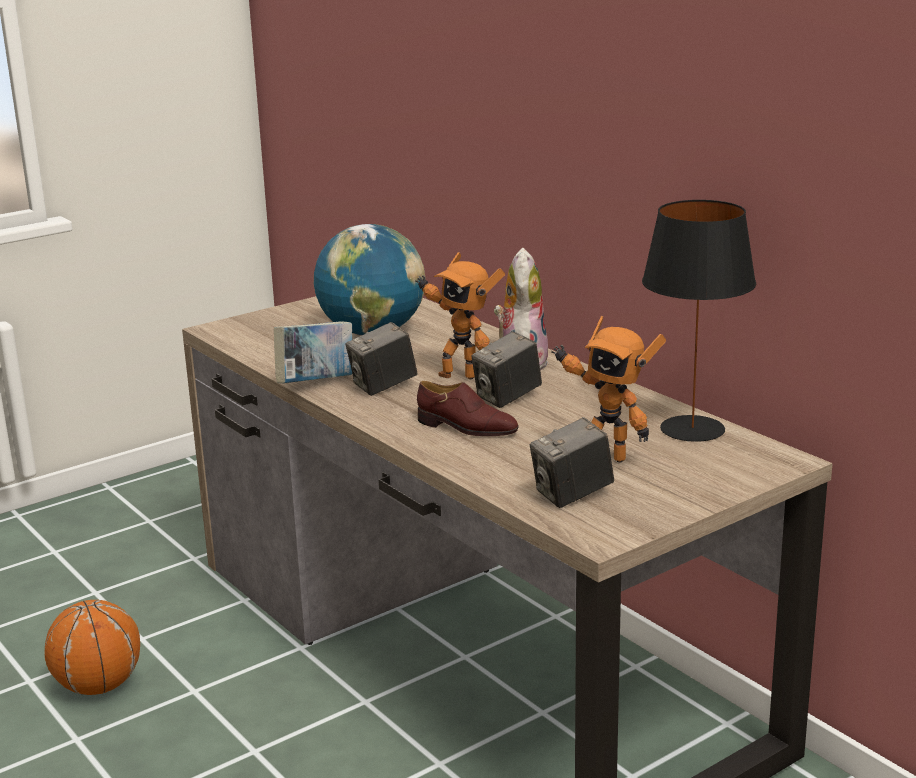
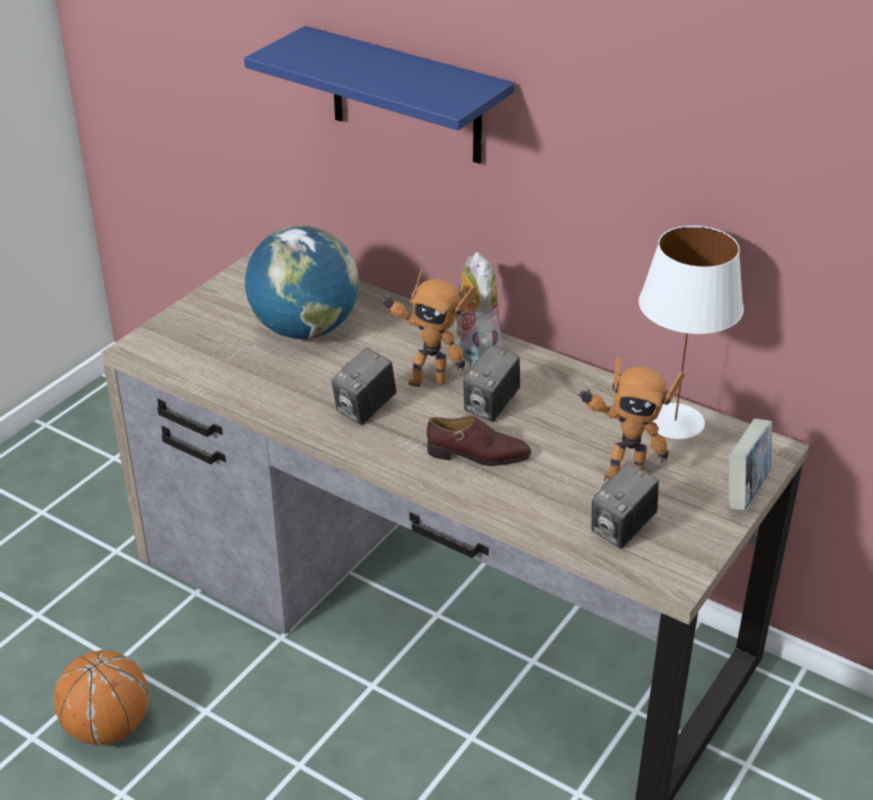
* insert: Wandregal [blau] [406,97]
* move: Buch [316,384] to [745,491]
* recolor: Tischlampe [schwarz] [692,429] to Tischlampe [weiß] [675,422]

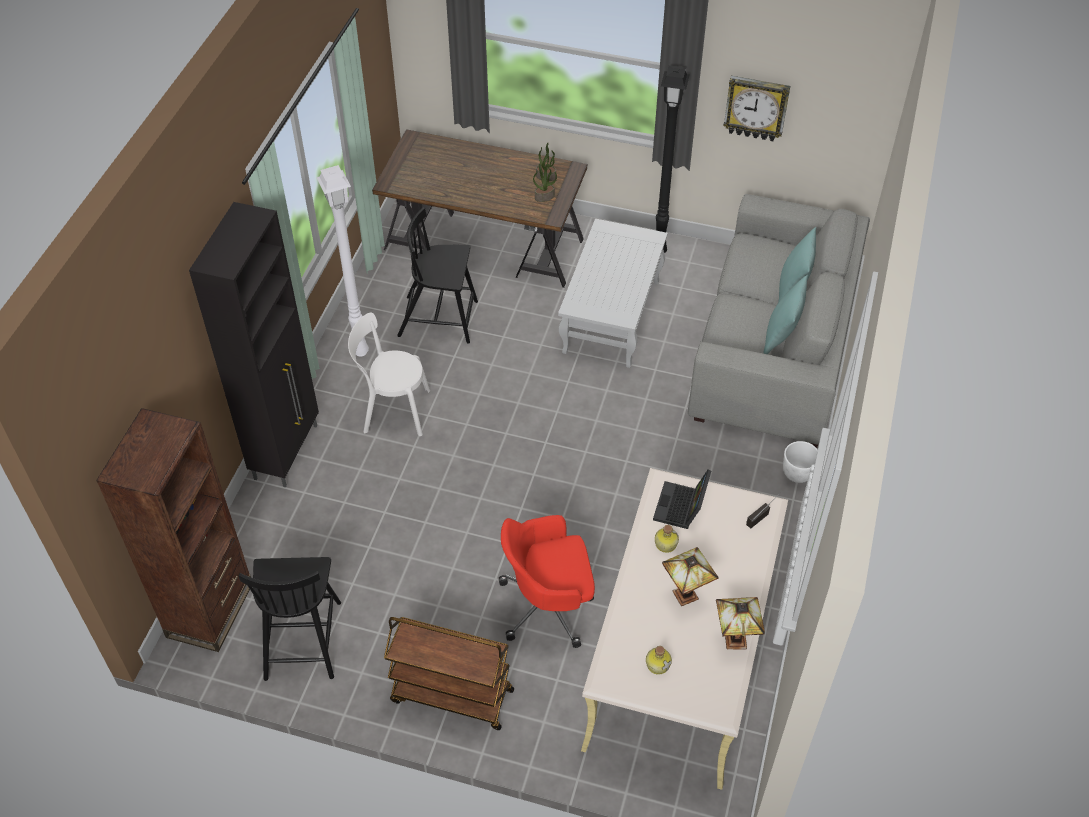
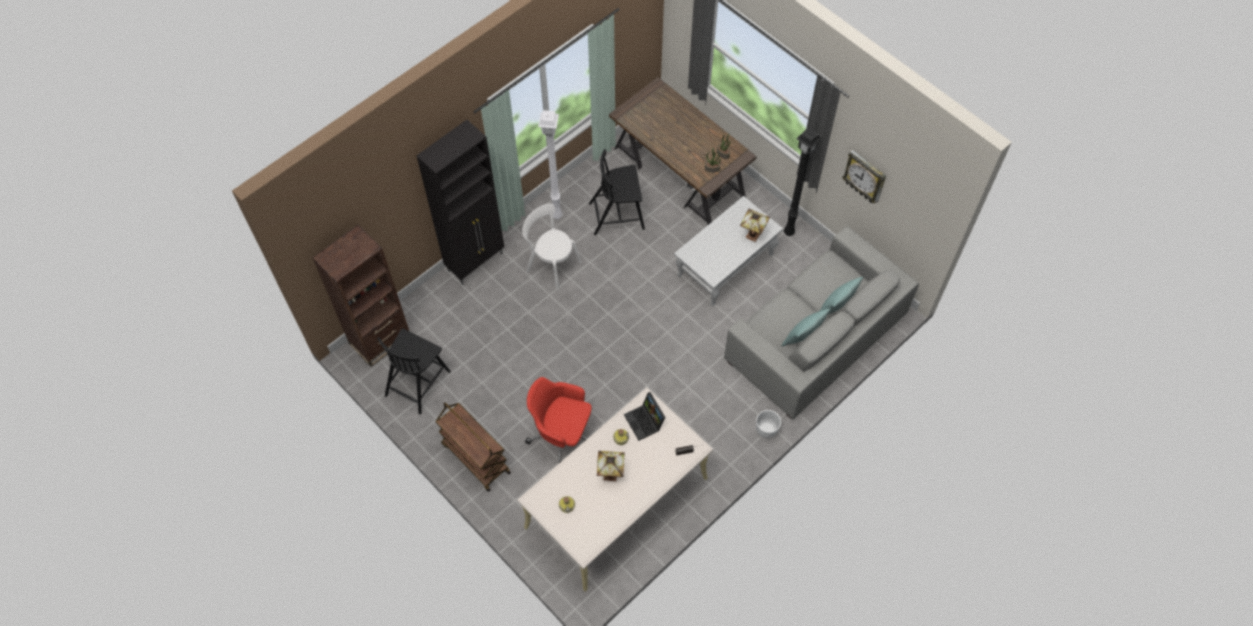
* move: Tischlampe [734,641] to [751,236]
* rotate: Stuhl [schwarz] [440,319] = [618,215] 45 degrees counterclockwise
* rotate: Laptop [681,508] = [645,422] 75 degrees counterclockwise

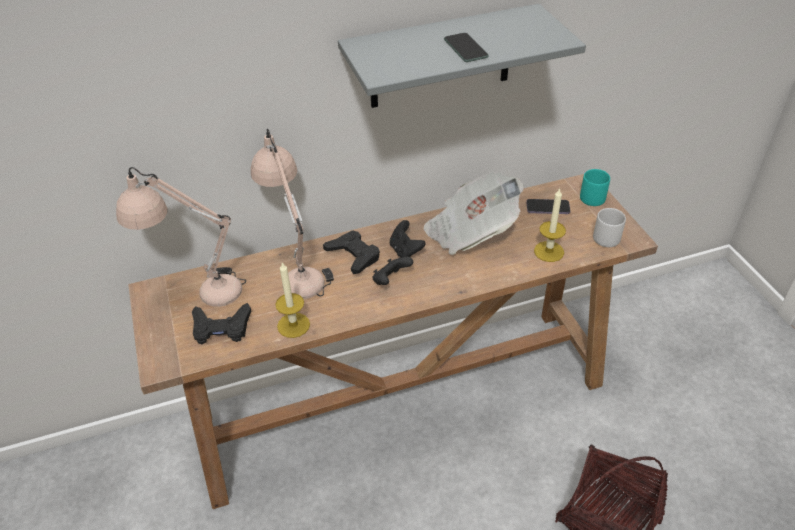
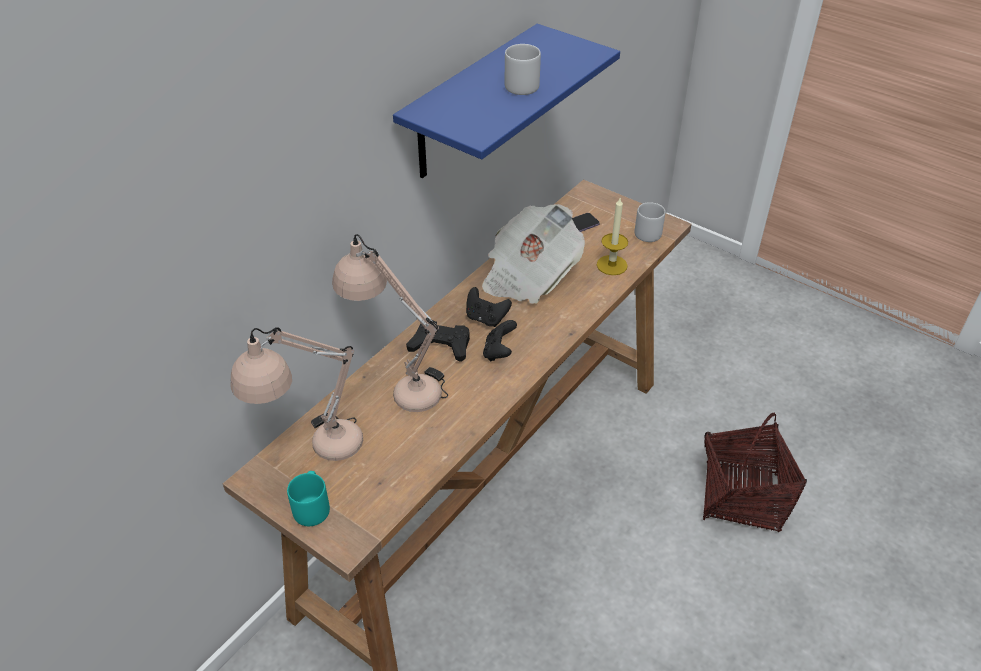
* delete: Gamepad [schwarz] [221,328]
* delete: Kerze [293,325]
* move: Henkelbecher [türkis] [594,196] to [312,507]
* replace: Handy [465,48] to Henkelbecher [grau] [524,85]
* recolor: Wandregal [grau] [440,57] to Wandregal [blau] [470,104]

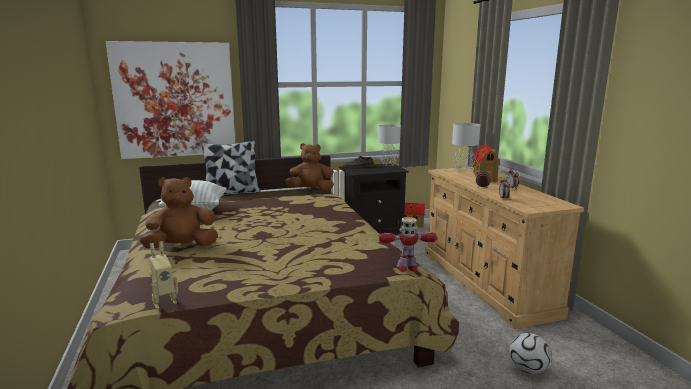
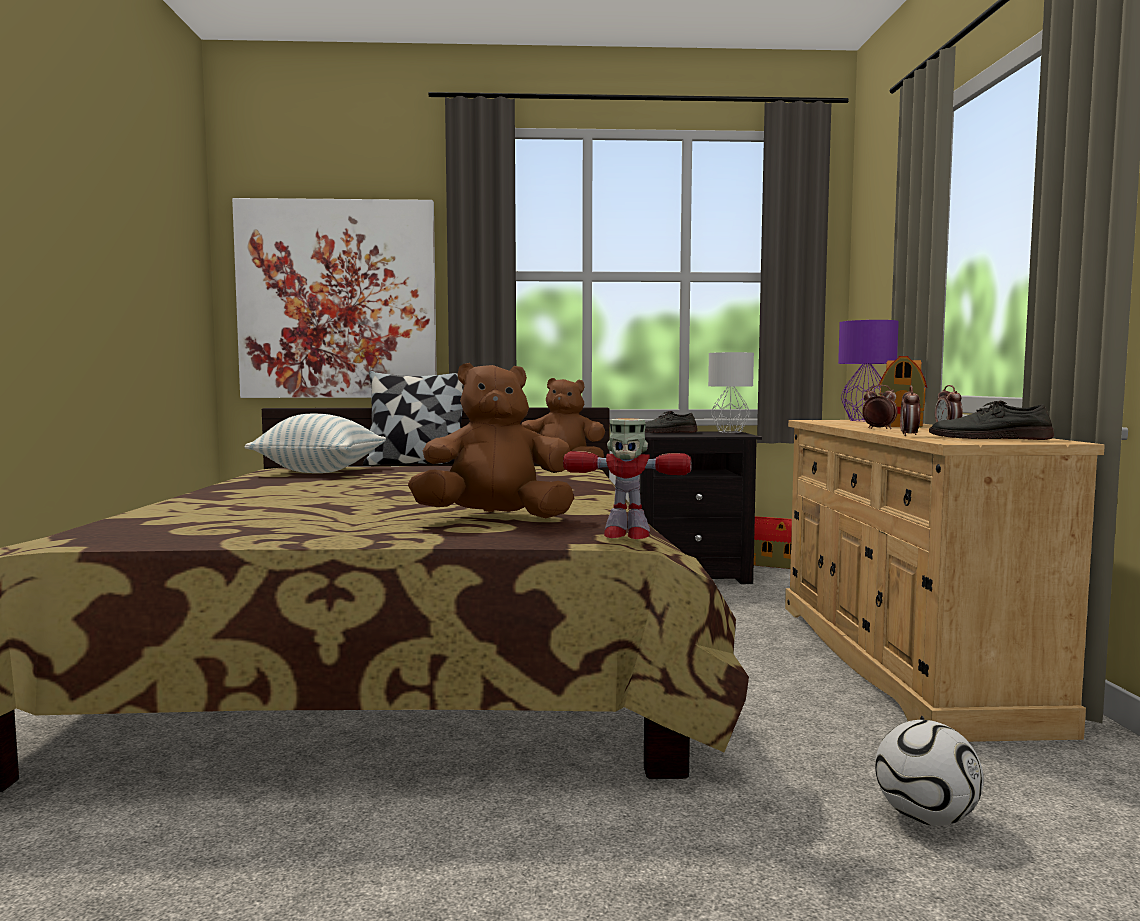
* delete: Spielzeugroboter [164,302]
* insert: Schuh [grau] [989,438]
* move: Plüschtier [braun] [182,247] to [495,519]
* recolor: Tischlampe [grau] [462,170] to Tischlampe [lila] [863,420]

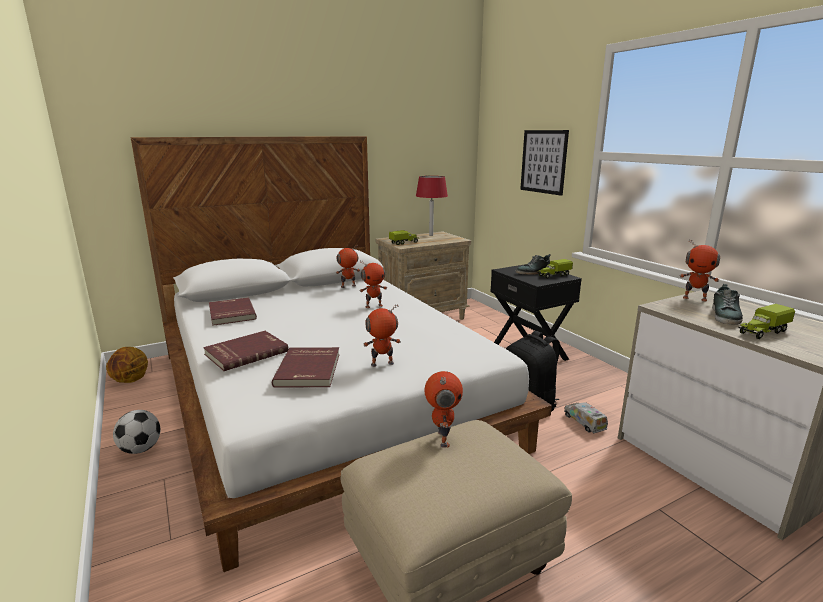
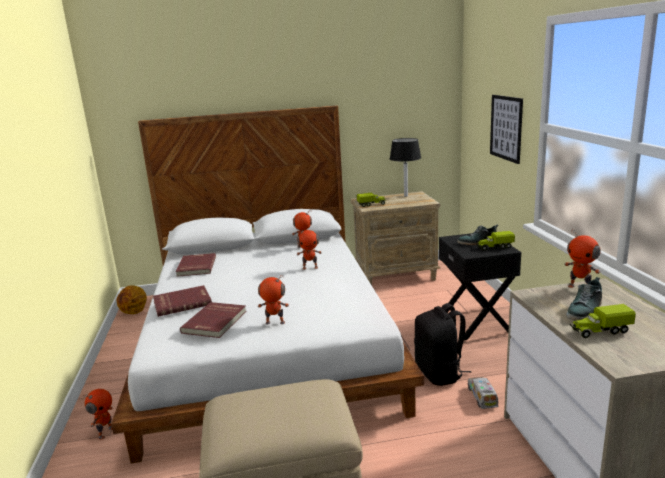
* delete: Fußball [140,449]
* move: Spielzeugroboter [442,438] to [105,432]
* recolor: Tischlampe [rot] [431,235] to Tischlampe [schwarz] [405,196]

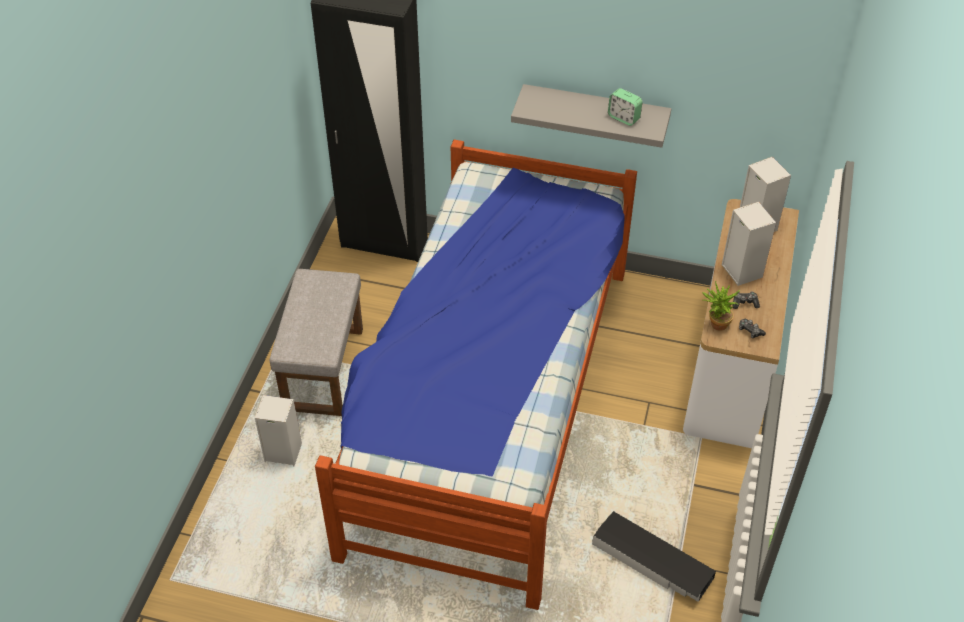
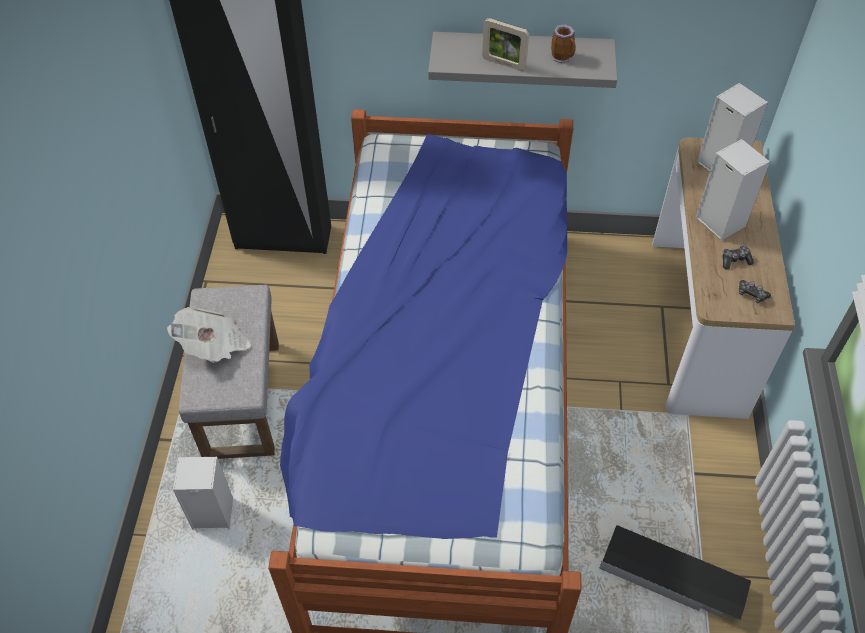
* delete: Topfpflanze [715,324]
* insert: Zeitung [214,345]
* insert: Bilderrahmen [503,63]
* replace: Wecker [623,118] to Henkelbecher [563,57]

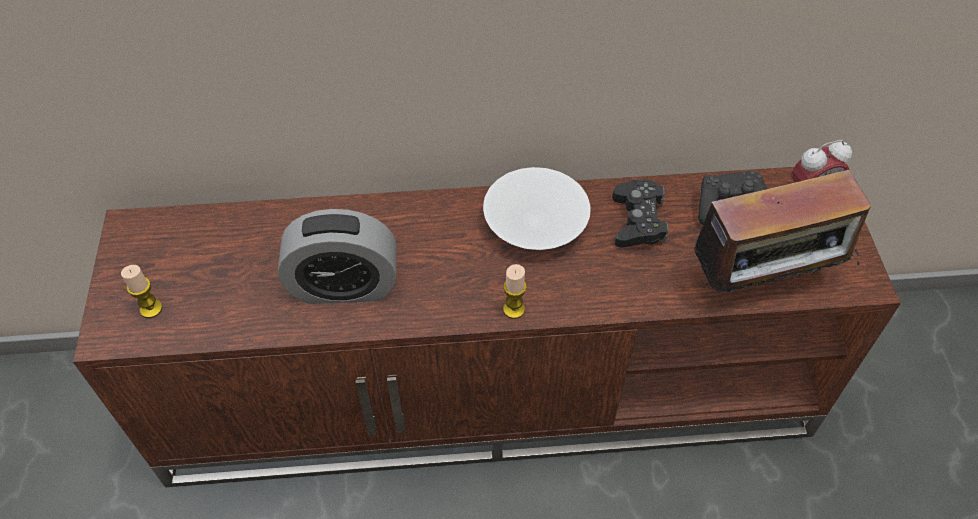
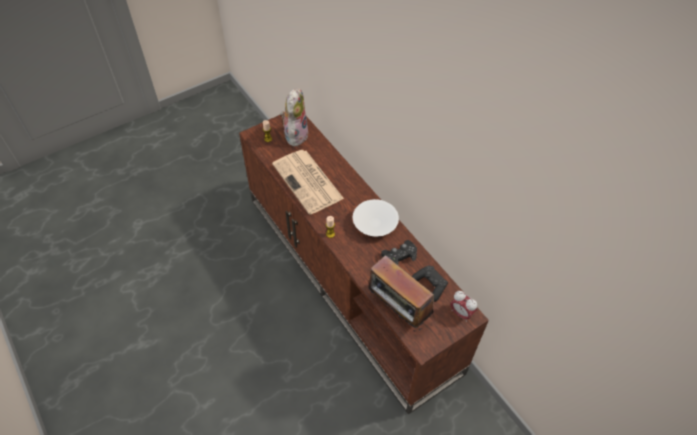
* insert: Plüschtier [295,134]
* replace: Wecker [344,286] to Zeitung [308,182]

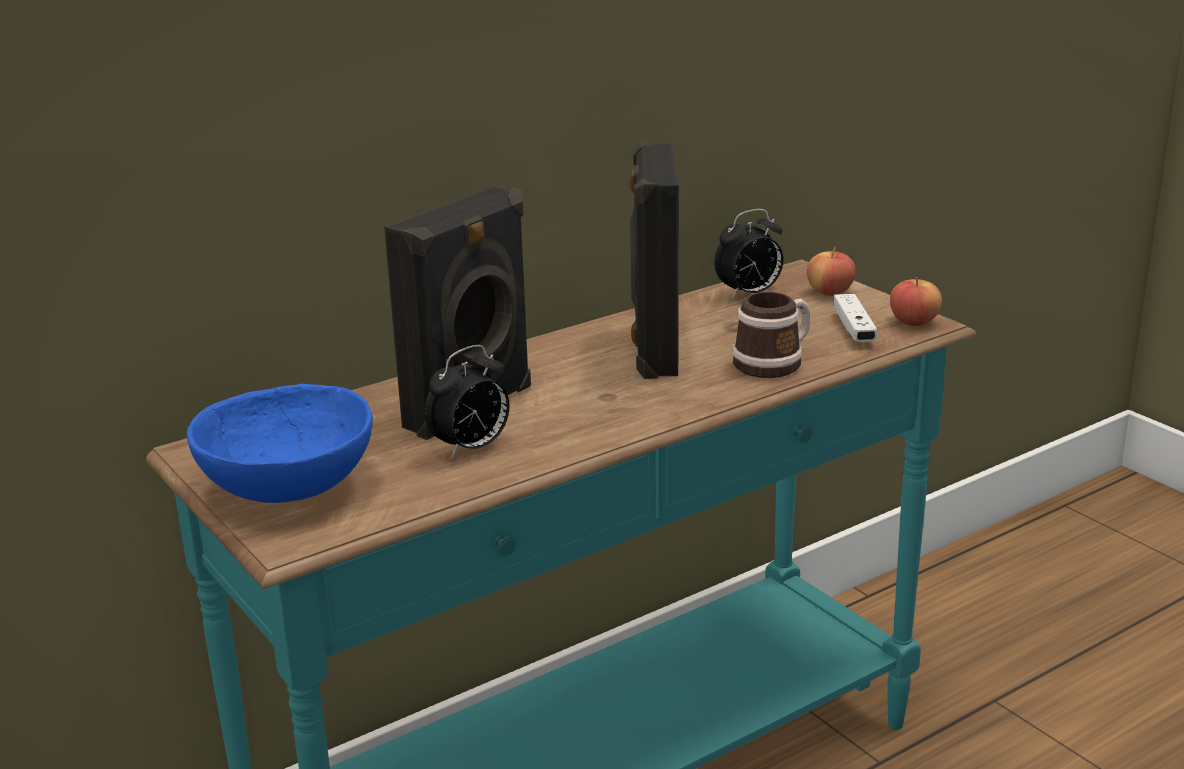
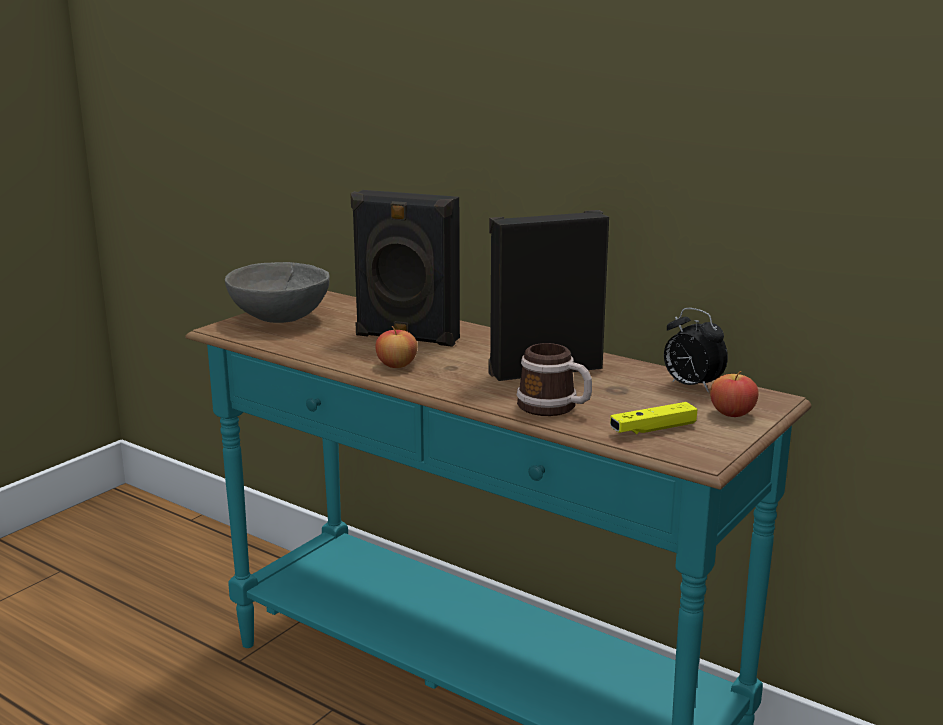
* delete: Wecker [471,448]
* move: Apfel [914,322] to [396,365]
* recolor: Schüssel [blau] [286,489] to Schüssel [grau] [279,318]
* recolor: Gamepad [weiß] [854,329] to Gamepad [gelb] [653,429]

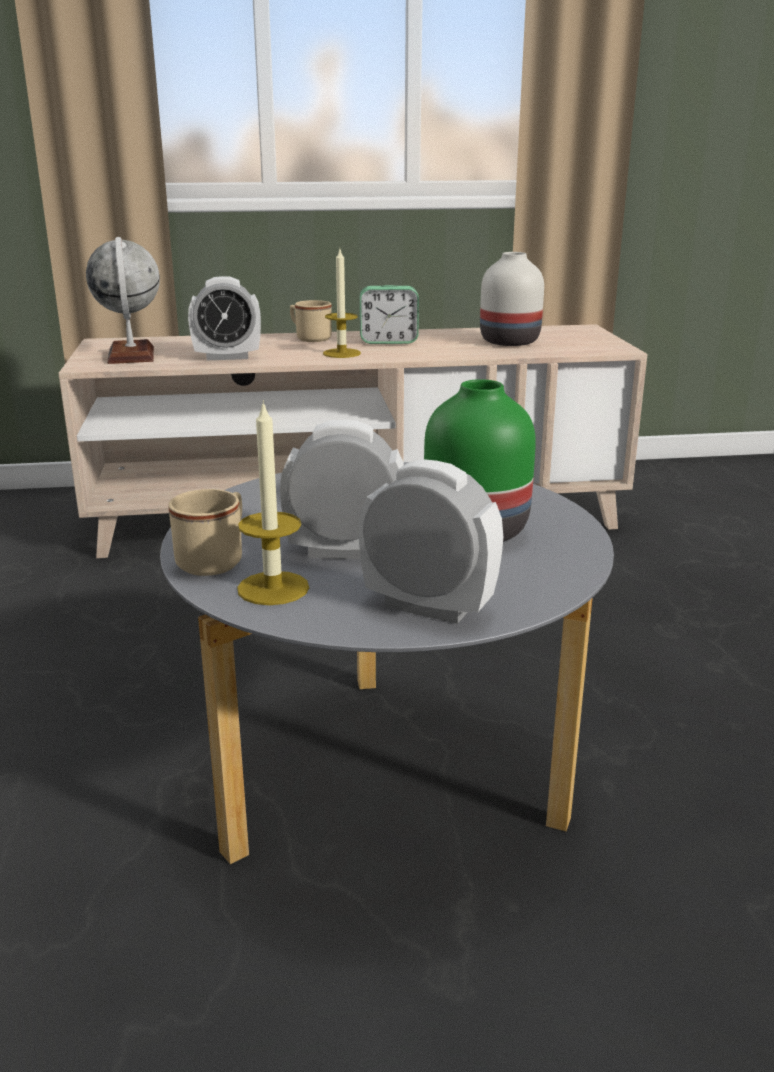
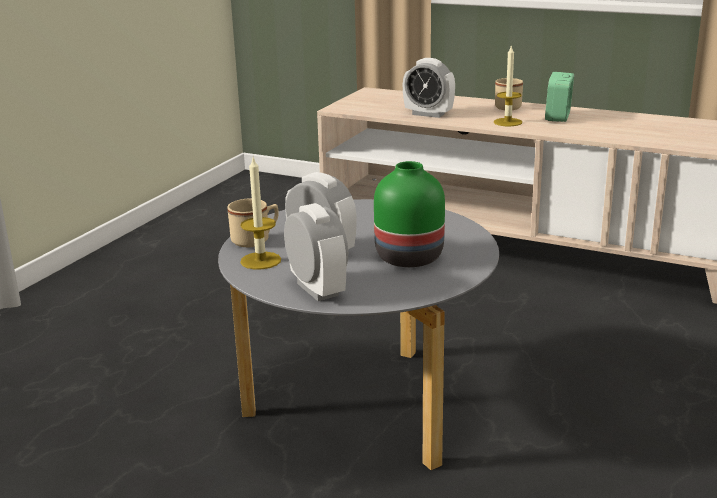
* delete: Globus [131,355]
* delete: Vase [weiß] [508,341]
* rotate: Wecker [388,341] = [558,117] 75 degrees clockwise

